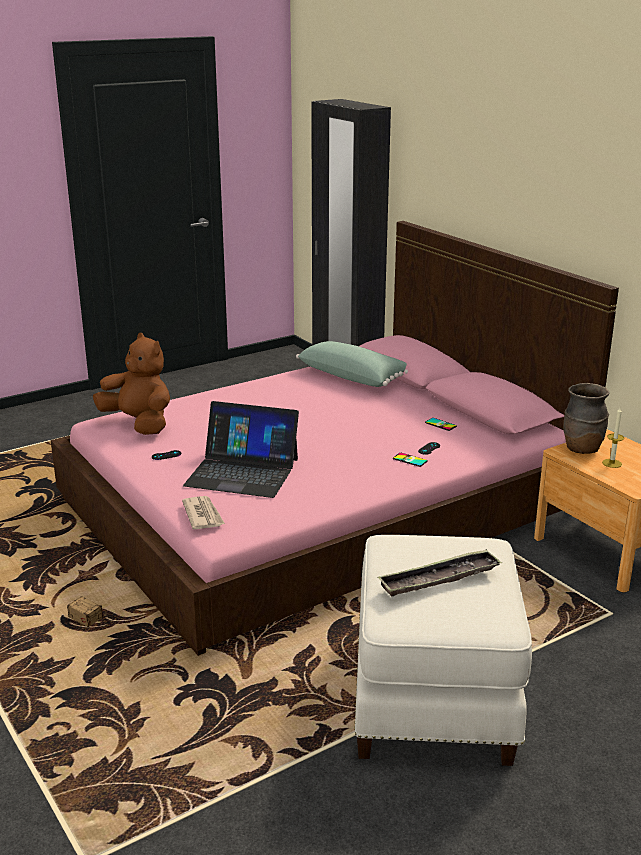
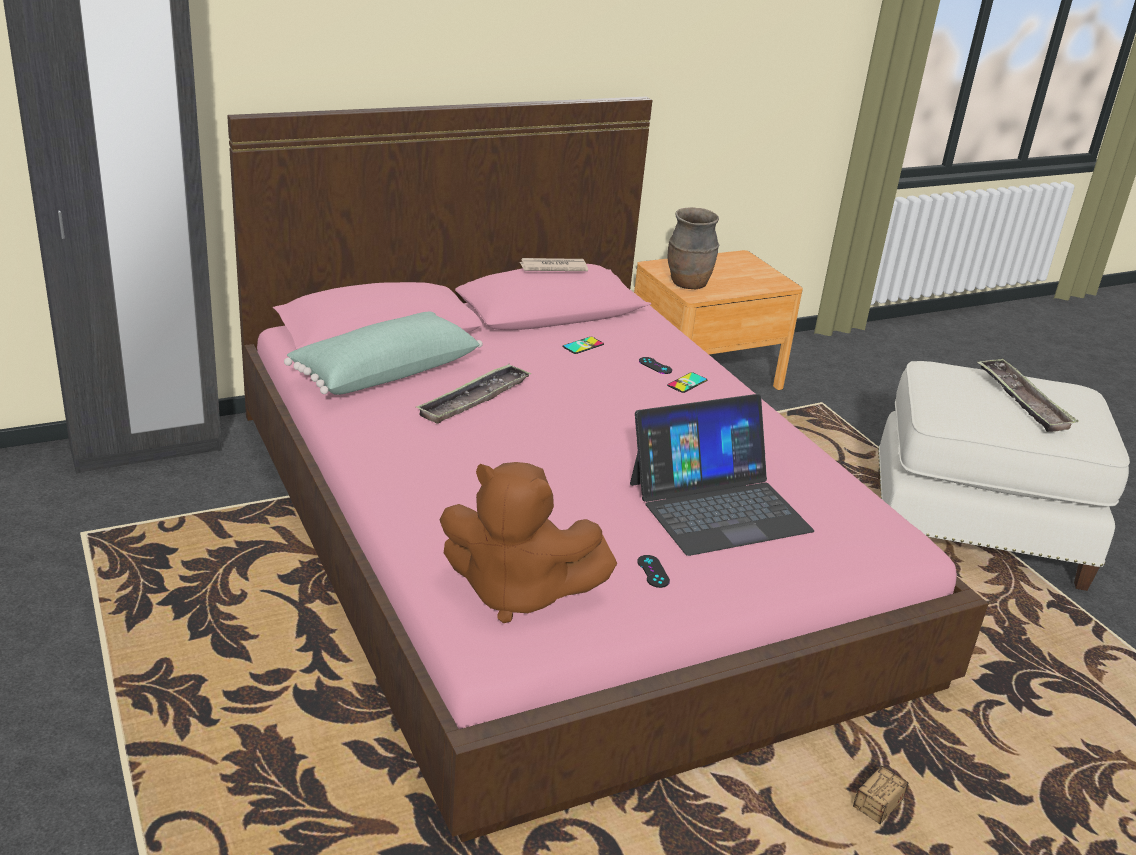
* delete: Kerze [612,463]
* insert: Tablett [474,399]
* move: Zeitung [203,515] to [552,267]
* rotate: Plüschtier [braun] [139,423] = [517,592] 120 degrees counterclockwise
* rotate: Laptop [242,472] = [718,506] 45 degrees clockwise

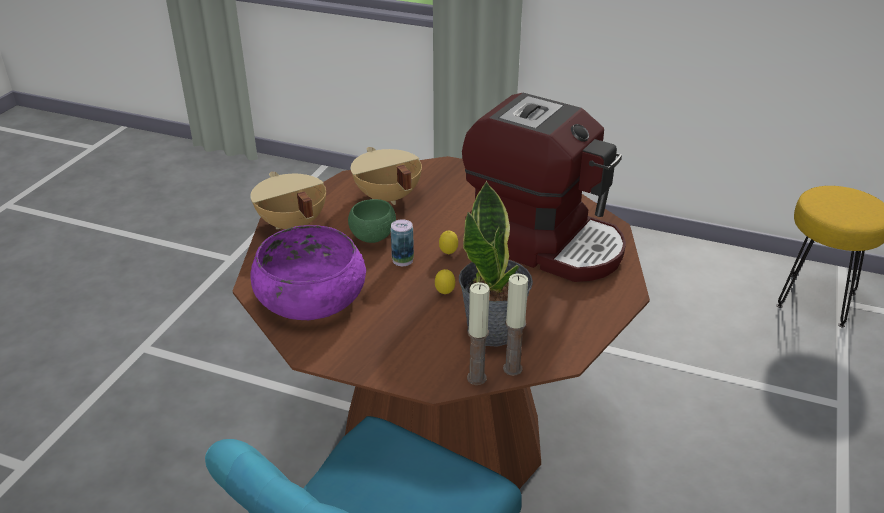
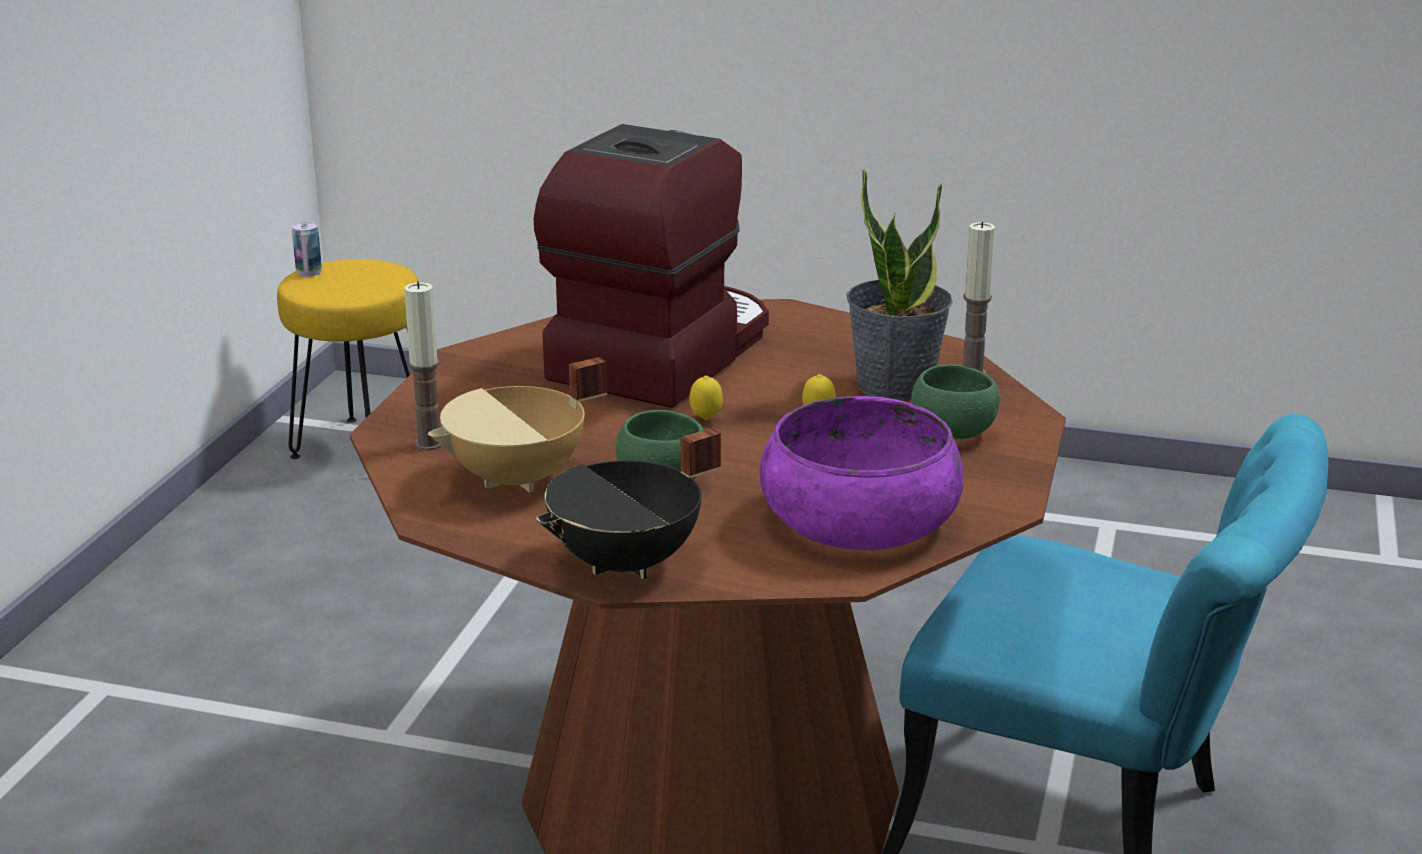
* insert: Schüssel [grün] [953,433]
* move: Dose [402,260] to [309,272]
* move: Kerze [476,378] to [429,444]
* recolor: Kochtopf [beige] [291,224] to Kochtopf [schwarz] [627,564]

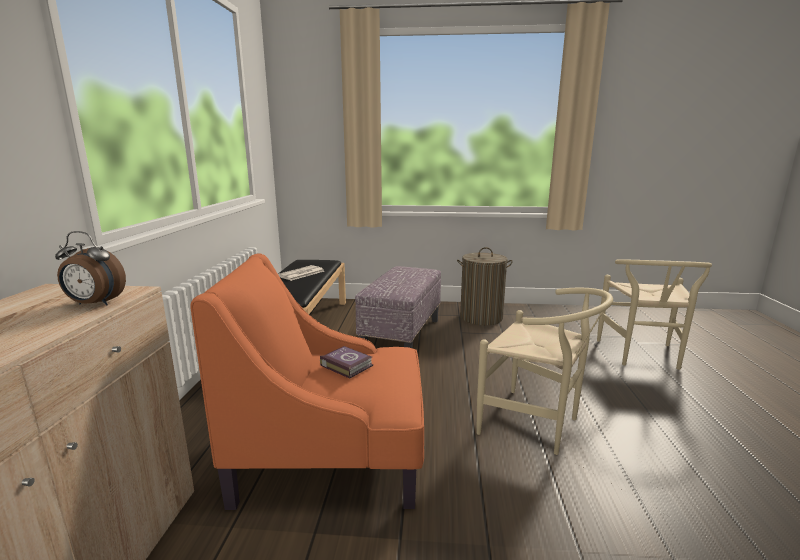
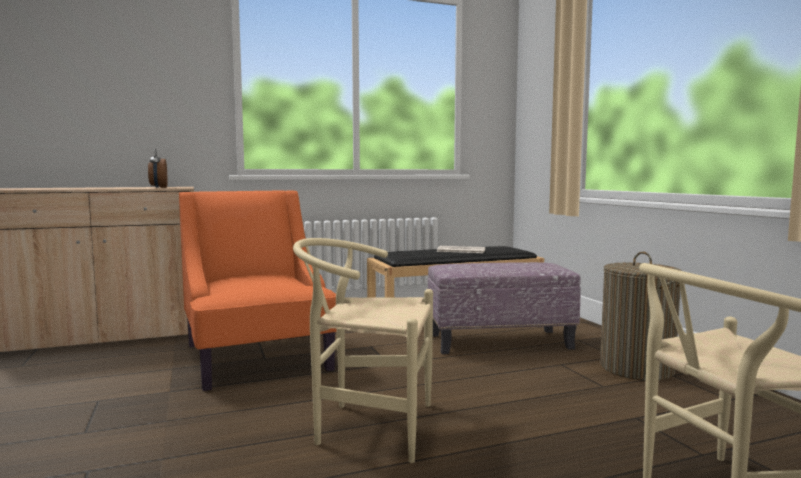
* delete: Buch [346,365]
* rotate: Stuhl [beige] [536,425] = [366,426] 90 degrees clockwise

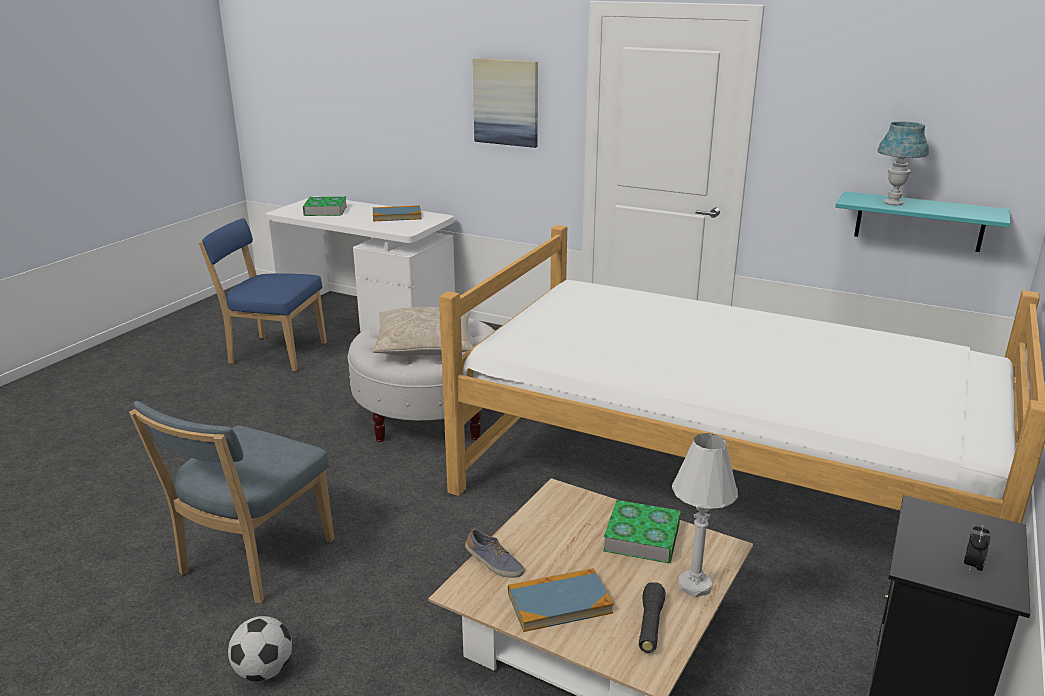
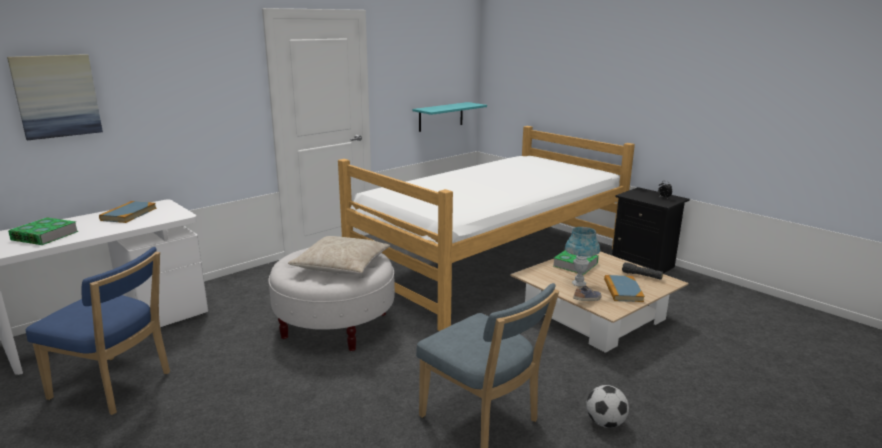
* delete: Tischlampe [weiß] [694,586]
* move: Bild [506,102] to [56,96]
* move: Tischlampe [blau] [893,203] to [579,283]
* rotate: Stuhl [blau] [273,353] = [115,386] 105 degrees counterclockwise

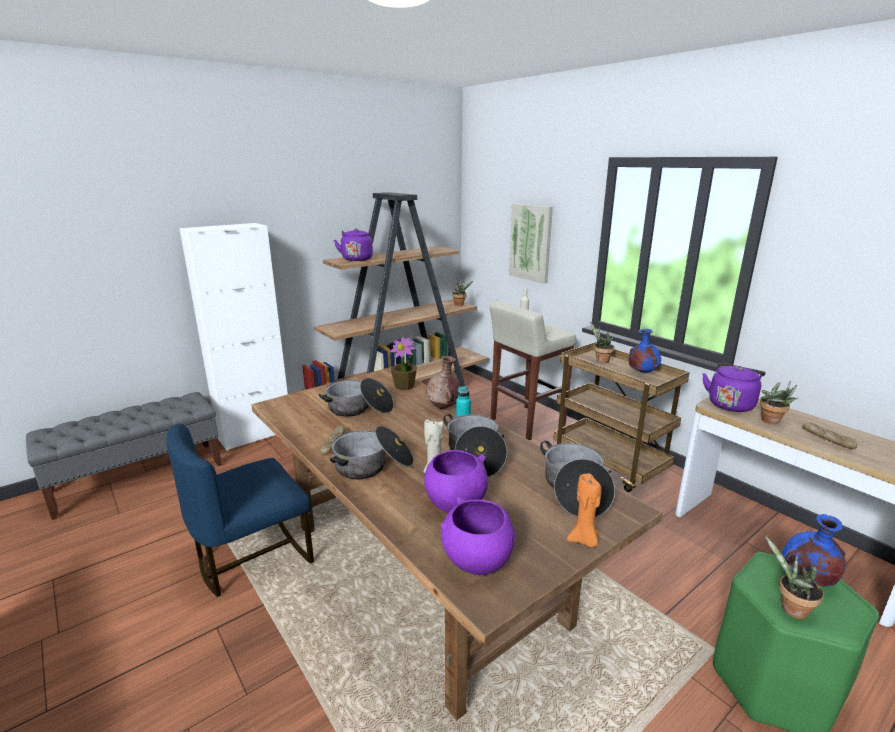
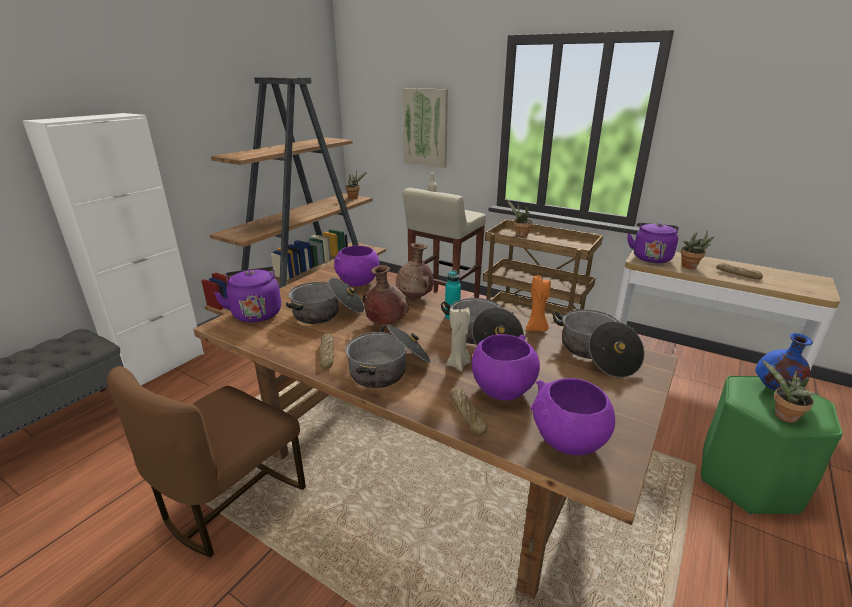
* delete: Vase [blau] [642,372]
* insert: Vase [braun] [385,323]
* insert: Brot [467,414]
* move: Wasserkessel [lila] [357,259] to [256,313]
* move: Kerze [orange] [584,540] to [536,329]
* replace: Topfpflanze [404,386] to Schüssel [lila] [358,283]
* recolor: Stuhl [blau] [253,557] to Stuhl [braun] [231,501]

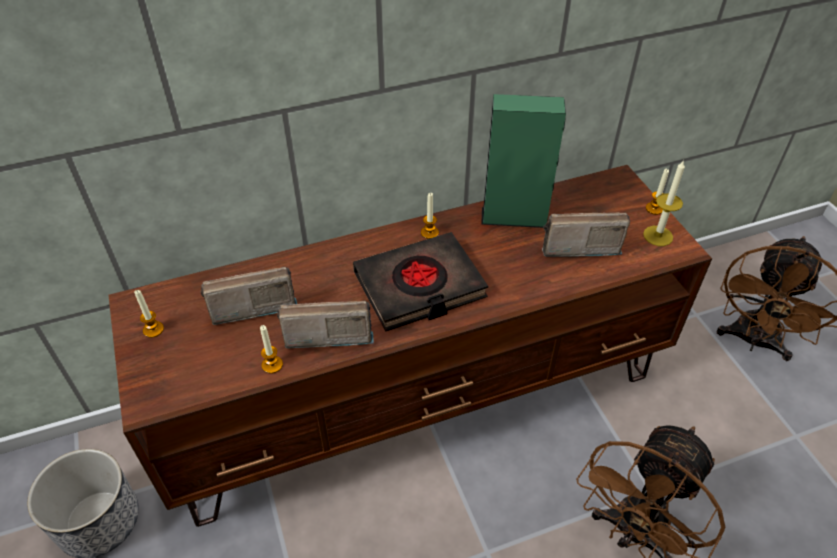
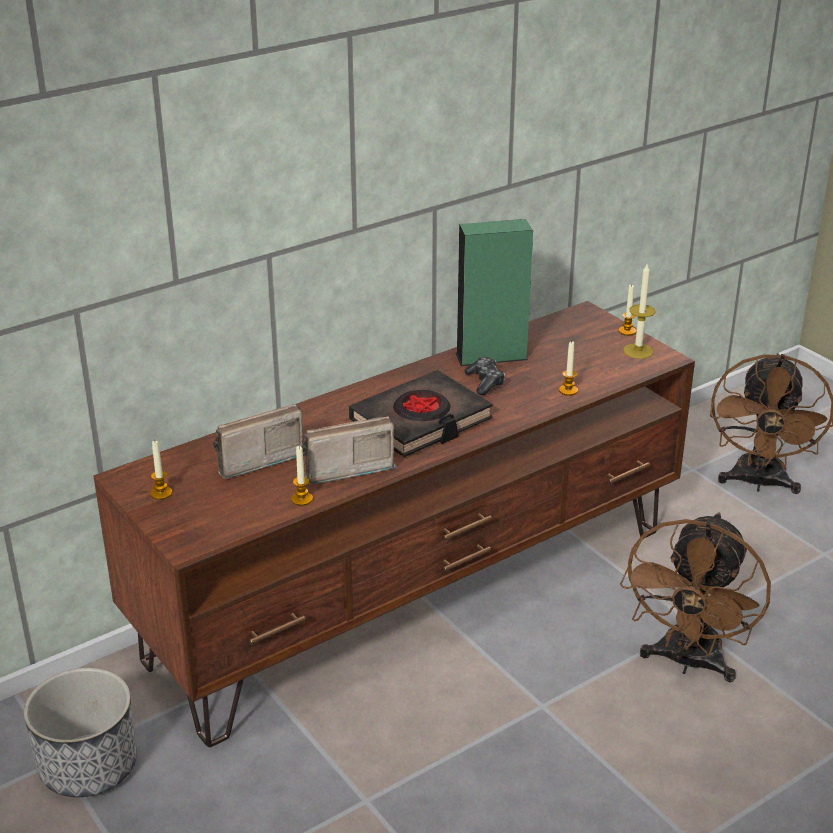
* delete: Radio [576,245]
* insert: Gamepad [485,382]
* move: Kerze [429,233] to [568,390]

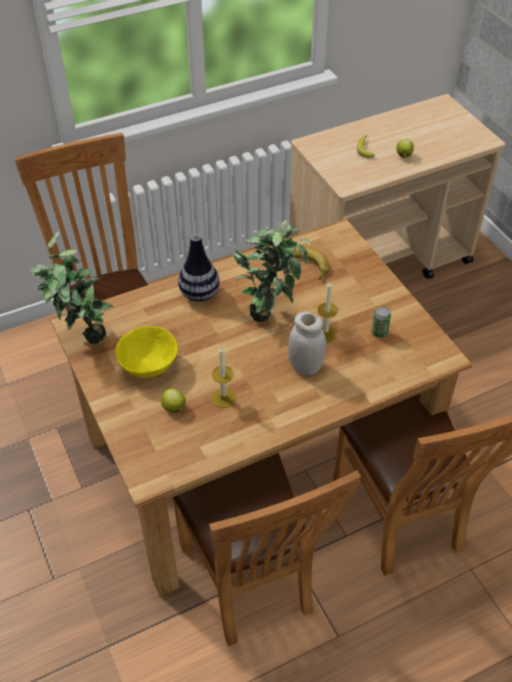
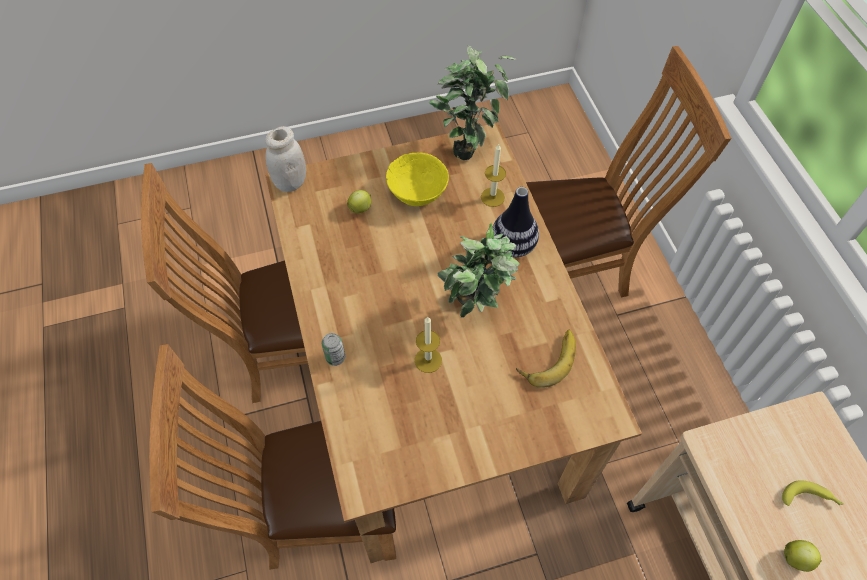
* move: Kerze [223,398] to [492,197]
* move: Vorratsglas [weiß] [305,366] to [290,182]
* move: Dose [379,333] to [335,357]

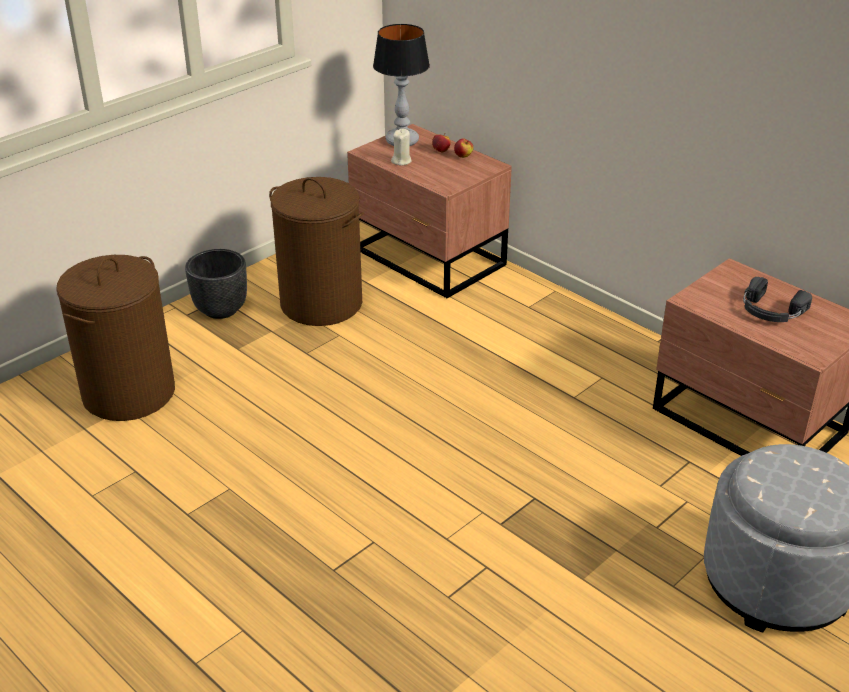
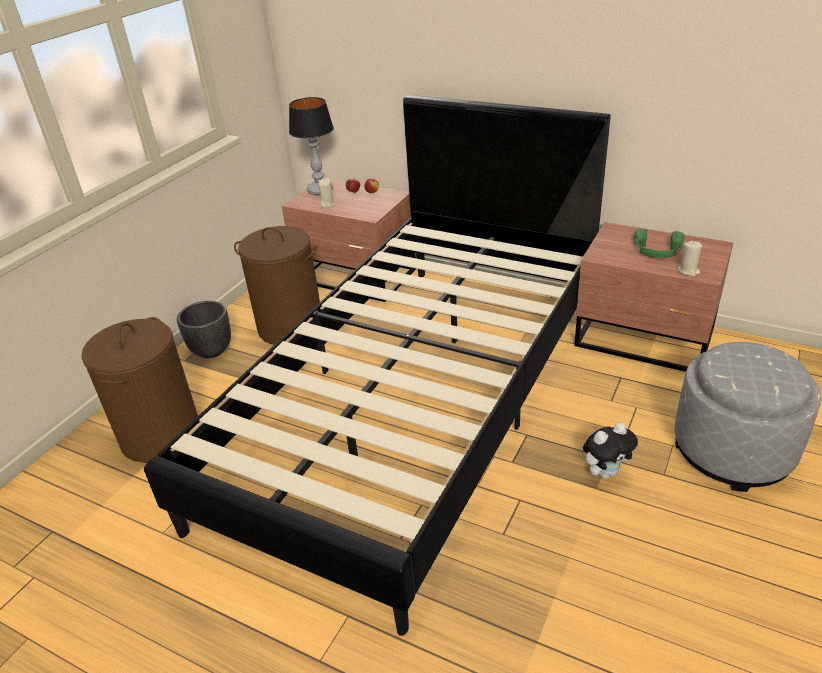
* insert: Bett [schwarz] [416,401]
* insert: Plüschtier [605,472]
* insert: Kerze [beige] [688,271]
* recolor: Kopfhörer [schwarz] [771,310] to Kopfhörer [grün] [657,251]

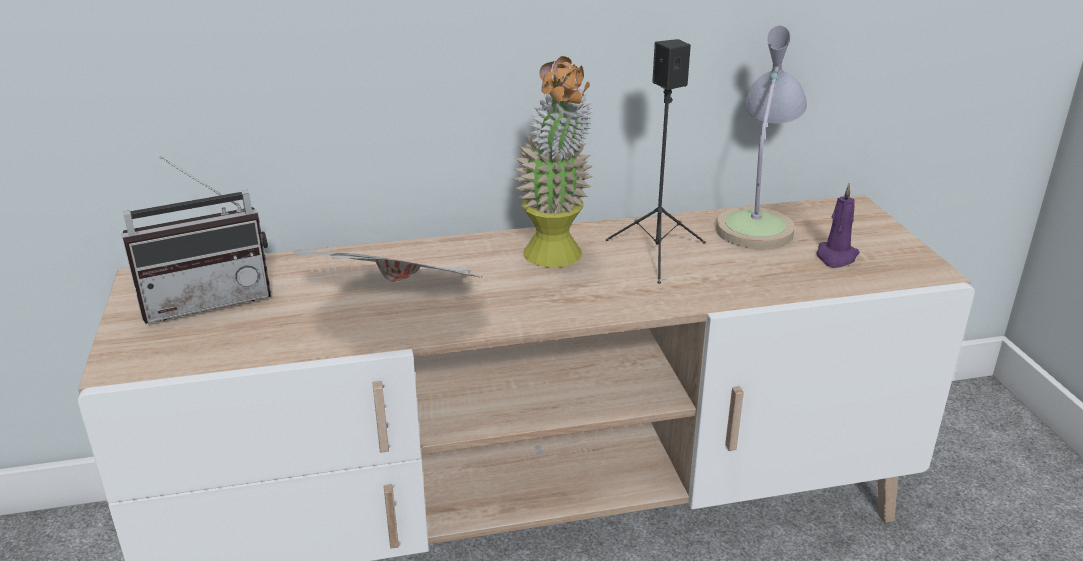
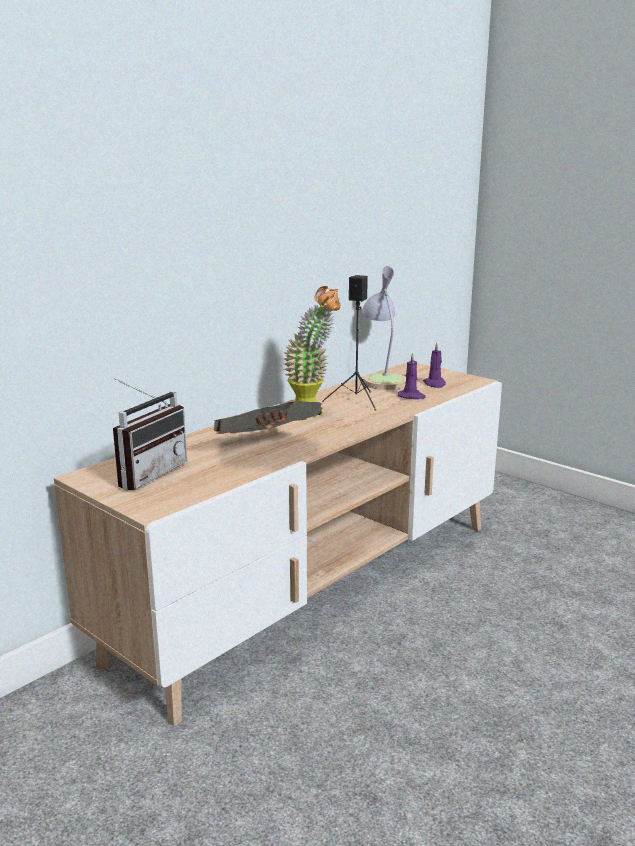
* insert: Kerze [lila] [411,396]

